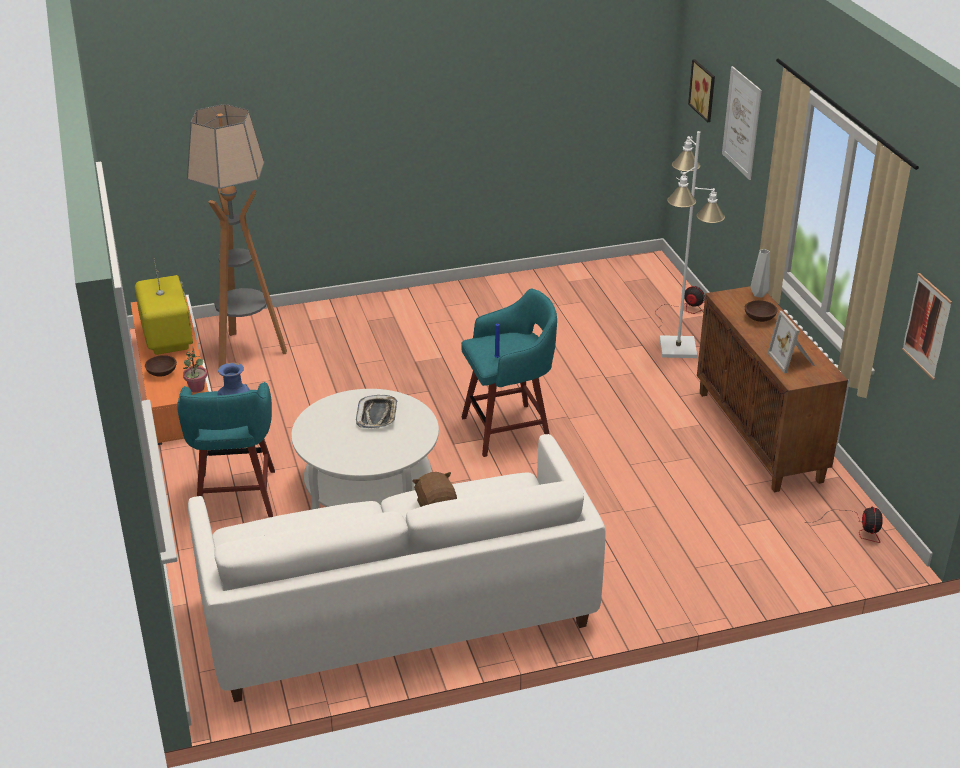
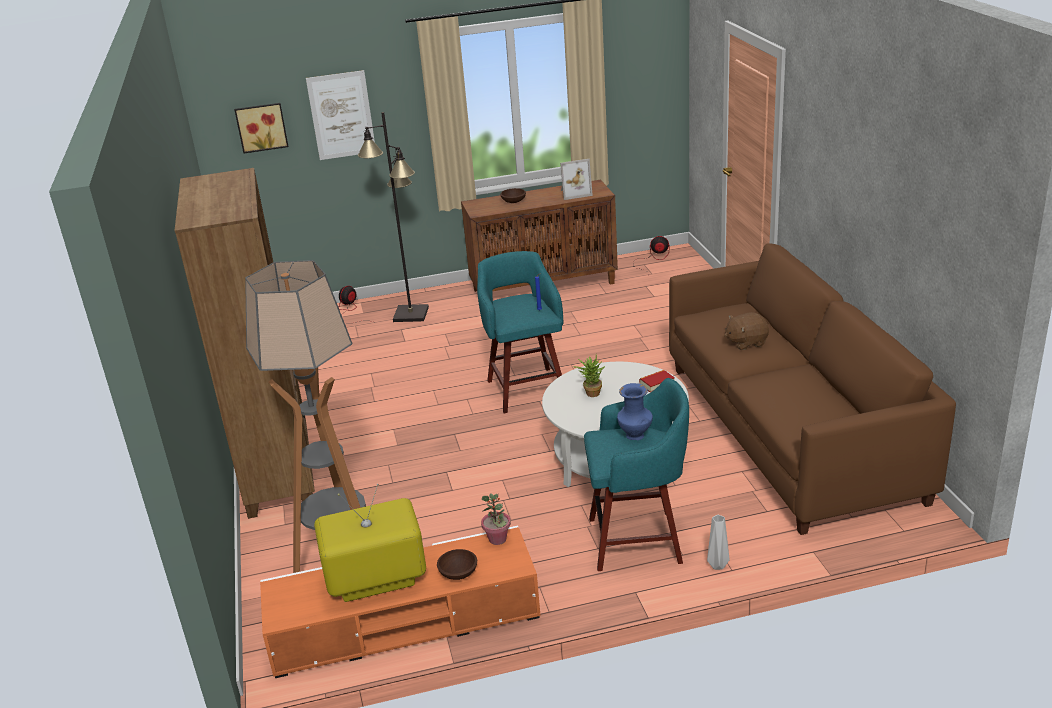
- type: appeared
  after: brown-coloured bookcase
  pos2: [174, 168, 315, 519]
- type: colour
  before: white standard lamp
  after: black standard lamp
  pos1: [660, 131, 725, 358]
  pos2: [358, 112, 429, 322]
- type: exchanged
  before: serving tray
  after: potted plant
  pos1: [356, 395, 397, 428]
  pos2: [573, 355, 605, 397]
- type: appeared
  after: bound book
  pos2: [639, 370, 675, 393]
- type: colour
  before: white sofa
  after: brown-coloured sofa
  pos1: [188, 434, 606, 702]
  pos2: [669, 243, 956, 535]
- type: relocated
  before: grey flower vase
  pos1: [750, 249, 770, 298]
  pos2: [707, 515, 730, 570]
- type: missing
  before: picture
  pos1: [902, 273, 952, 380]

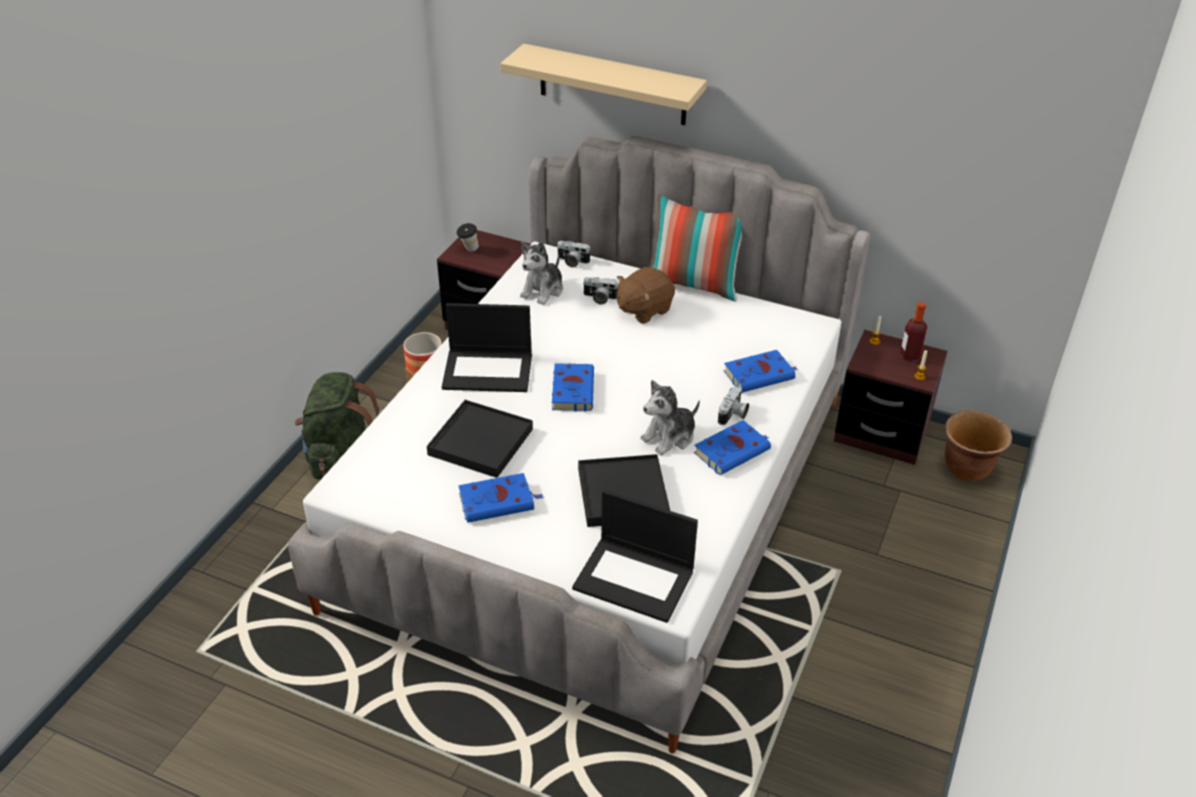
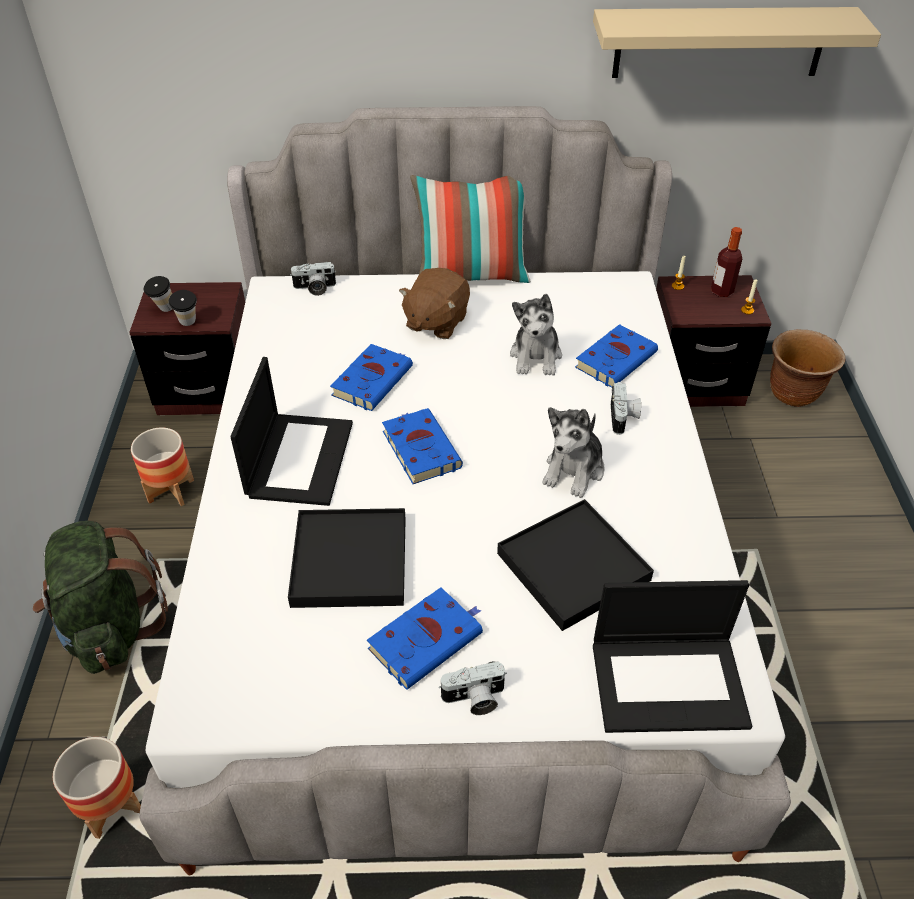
- type: appeared
  after: plant pot
  pos2: [53, 737, 141, 839]
- type: appeared
  after: drinking cup
  pos2: [169, 290, 197, 326]
- type: spun
  before: portable computer
  pos1: [442, 303, 532, 392]
  pos2: [230, 357, 353, 506]
  turn: -60
- type: relocated
  before: blue-coloured bound book
  pos1: [694, 420, 771, 475]
  pos2: [330, 344, 413, 411]
- type: relocated
  before: still camera
  pos1: [582, 277, 618, 305]
  pos2: [438, 661, 507, 715]
- type: relocated
  before: soft toy
  pos1: [520, 242, 563, 305]
  pos2: [510, 294, 562, 376]
- type: relocated
  before: beige-coloured wall shelf
  pos1: [500, 44, 707, 125]
  pos2: [593, 7, 881, 78]

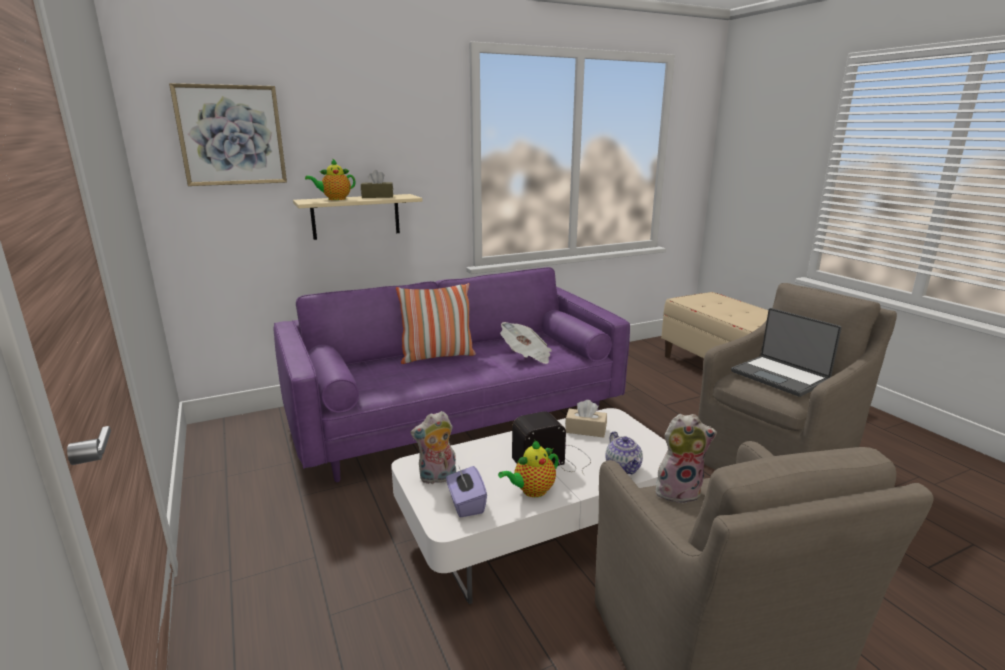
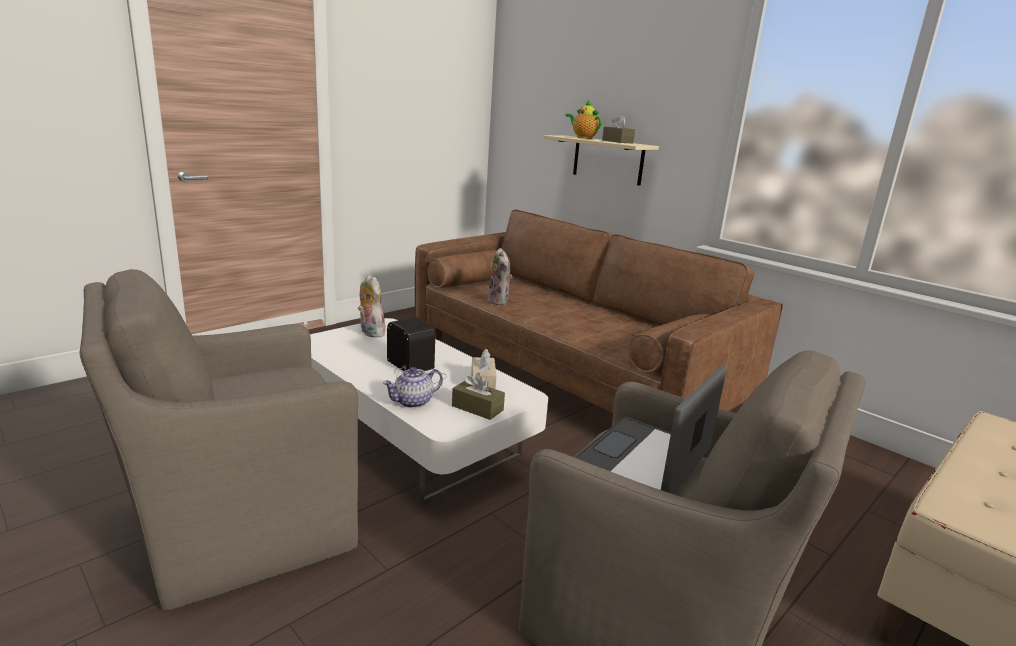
- type: colour
  before: purple-coloured sofa
  after: brown-coloured sofa
  pos1: [274, 267, 630, 482]
  pos2: [415, 210, 783, 413]
- type: appeared
  after: brown-coloured tissue holder
  pos2: [452, 372, 505, 420]
- type: relocated
  before: soft toy
  pos1: [656, 414, 717, 504]
  pos2: [487, 248, 513, 305]
- type: missing
  before: picture
  pos1: [169, 83, 287, 186]
- type: missing
  before: pillow
  pos1: [396, 283, 476, 364]
- type: missing
  before: purple-coloured tissue holder
  pos1: [446, 466, 487, 518]
- type: missing
  before: pot for tea
  pos1: [498, 440, 559, 497]
- type: missing
  before: daily paper
  pos1: [500, 322, 552, 364]

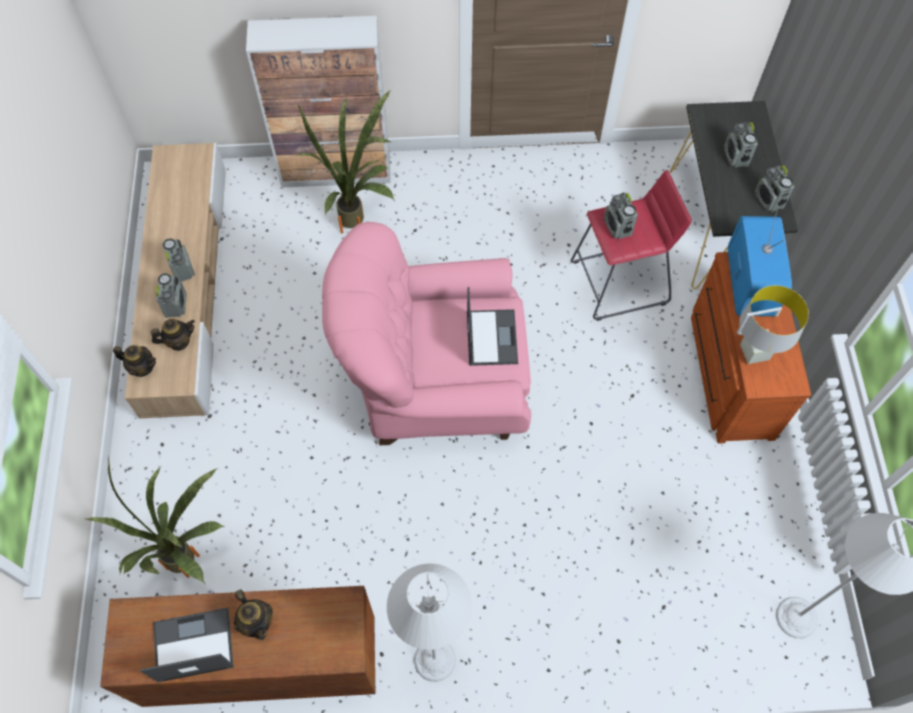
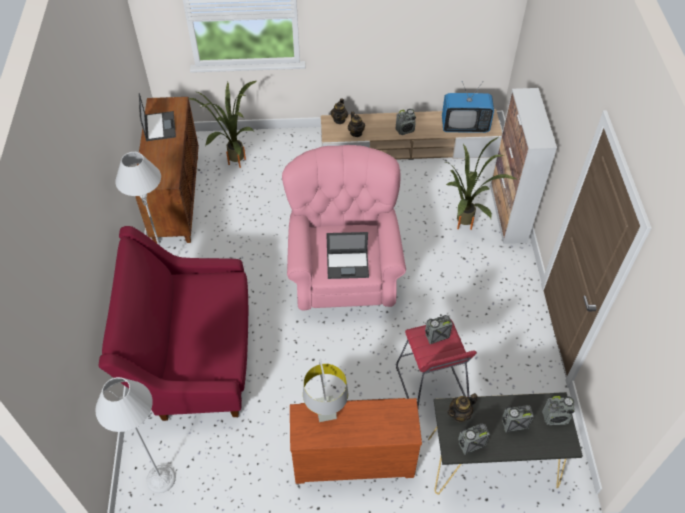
- type: appeared
  after: red-coloured sofa
  pos2: [99, 226, 248, 421]
- type: relocated
  before: TV set
  pos1: [728, 208, 792, 316]
  pos2: [442, 82, 494, 133]
- type: relocated
  before: pot for tea
  pos1: [234, 589, 273, 640]
  pos2: [447, 393, 478, 423]
- type: relocated
  before: radio set
  pos1: [156, 273, 187, 318]
  pos2: [542, 396, 575, 425]

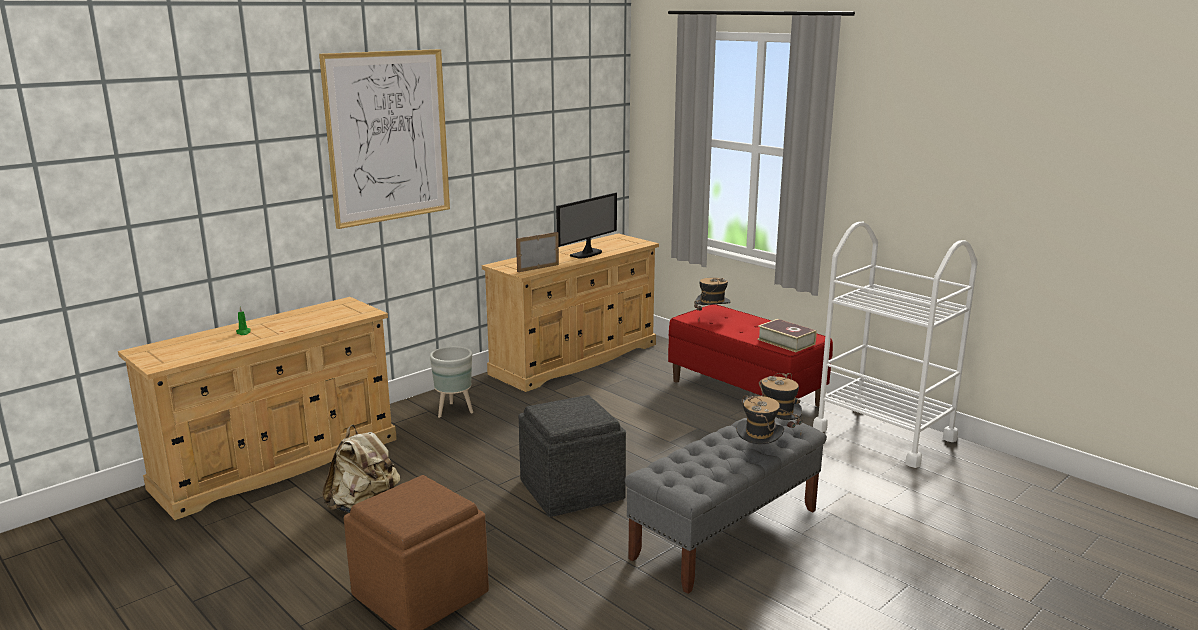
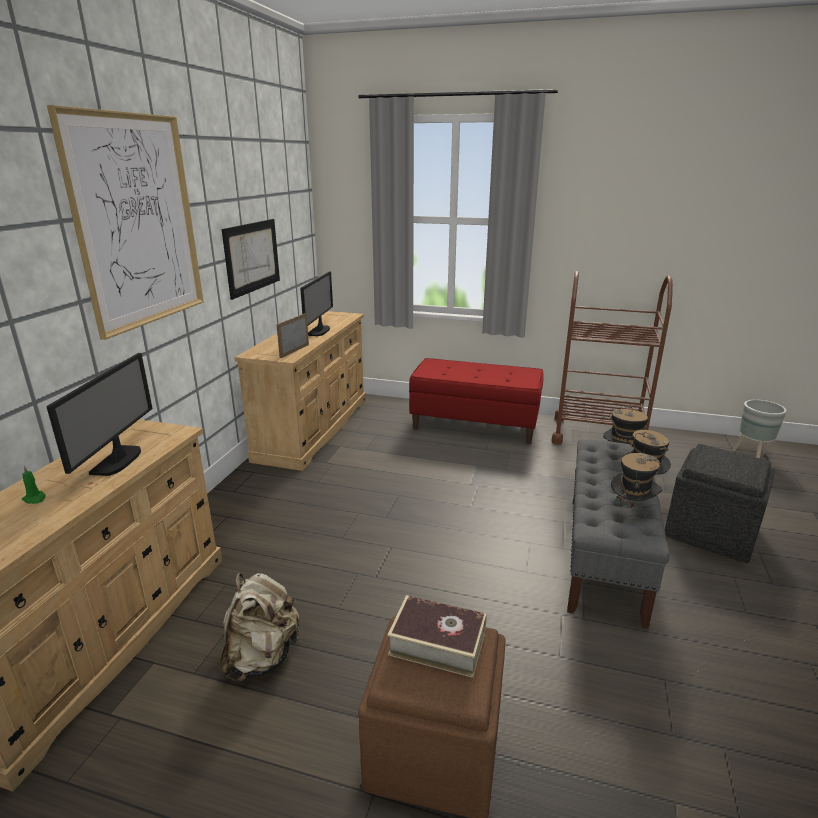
- type: appeared
  after: computer display
  pos2: [46, 353, 153, 476]
- type: appeared
  after: picture
  pos2: [222, 219, 280, 300]
- type: relocated
  before: bound book
  pos1: [757, 319, 816, 352]
  pos2: [388, 595, 487, 678]
- type: colour
  before: white trolley
  after: brown-coloured trolley
  pos1: [813, 222, 978, 468]
  pos2: [551, 271, 673, 444]
- type: relocated
  before: hat
  pos1: [694, 277, 731, 312]
  pos2: [611, 453, 662, 522]
- type: relocated
  before: grey pouffe
  pos1: [518, 395, 626, 517]
  pos2: [665, 444, 775, 563]
- type: relocated
  before: grey plant pot
  pos1: [430, 346, 473, 418]
  pos2: [733, 400, 787, 458]

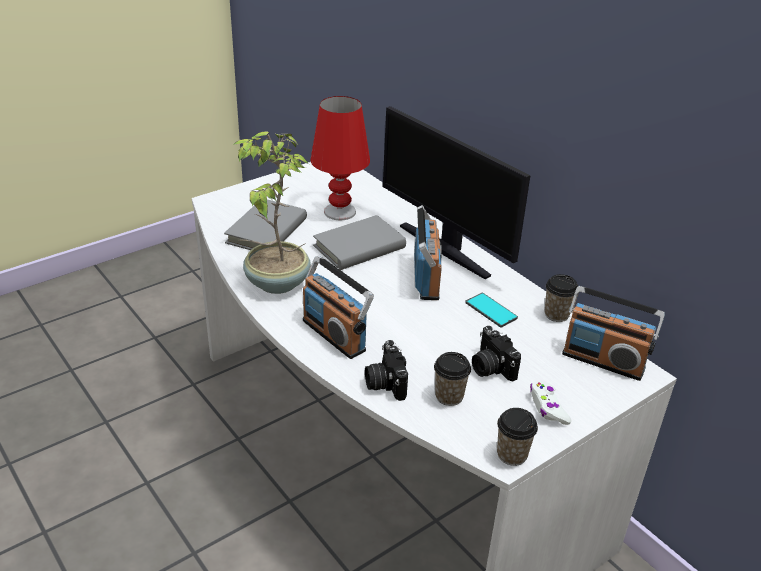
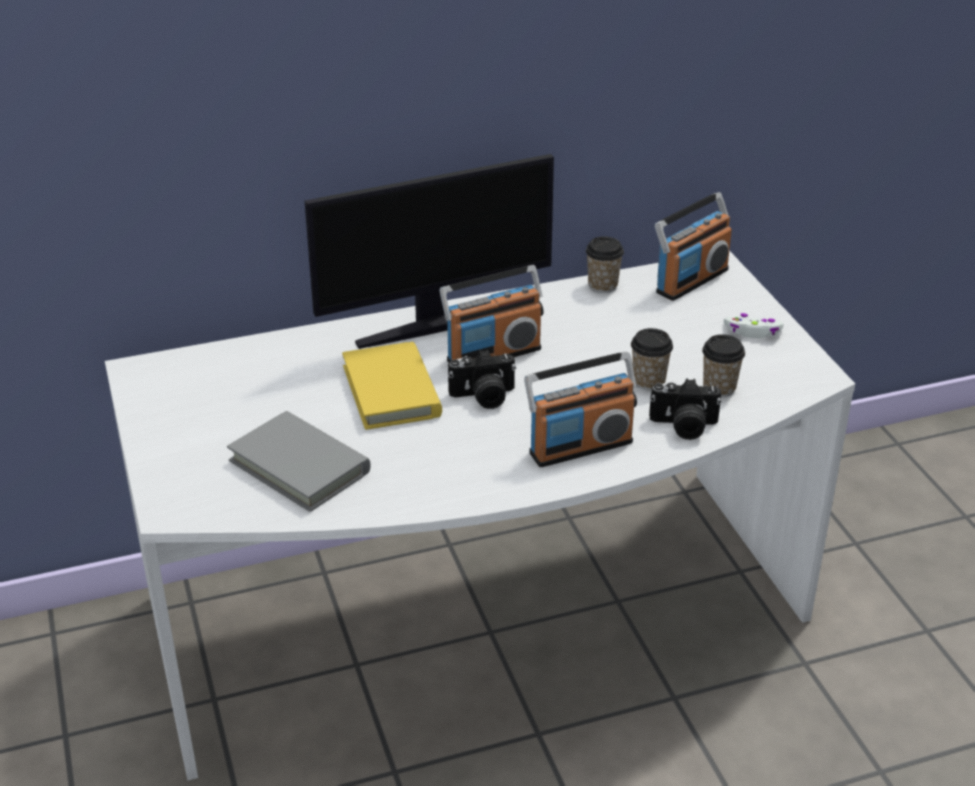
- type: colour
  before: grey bound book
  after: yellow bound book
  pos1: [313, 215, 406, 270]
  pos2: [342, 342, 442, 430]
- type: spun
  before: radio set
  pos1: [414, 205, 442, 300]
  pos2: [440, 265, 544, 363]
  turn: 135
- type: relocated
  before: still camera
  pos1: [472, 326, 521, 382]
  pos2: [448, 350, 516, 409]
- type: relocated
  before: drinking cup
  pos1: [497, 408, 538, 466]
  pos2: [631, 328, 673, 391]
- type: missing
  before: potted plant
  pos1: [233, 131, 311, 294]
- type: missing
  before: red-coloured lamp for a table
  pos1: [310, 96, 370, 220]
- type: missing
  before: handset
  pos1: [465, 293, 518, 328]

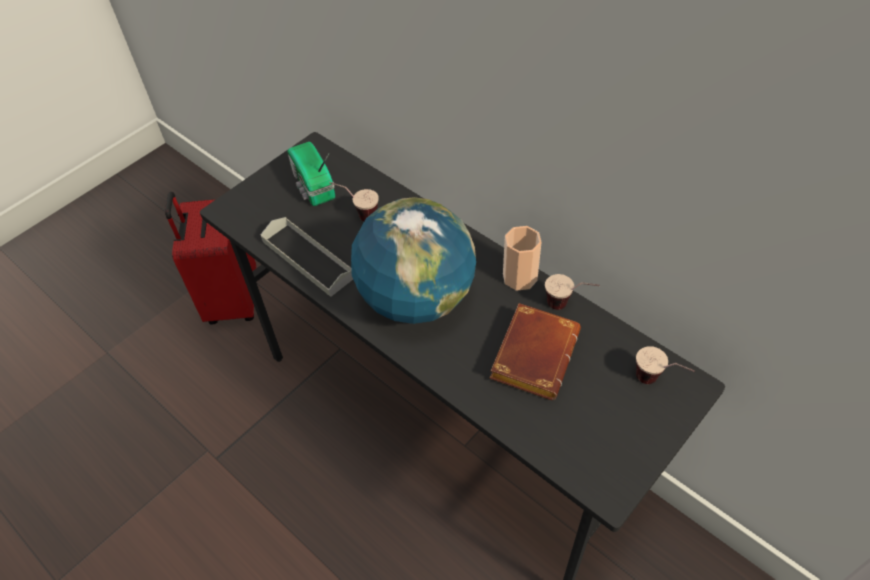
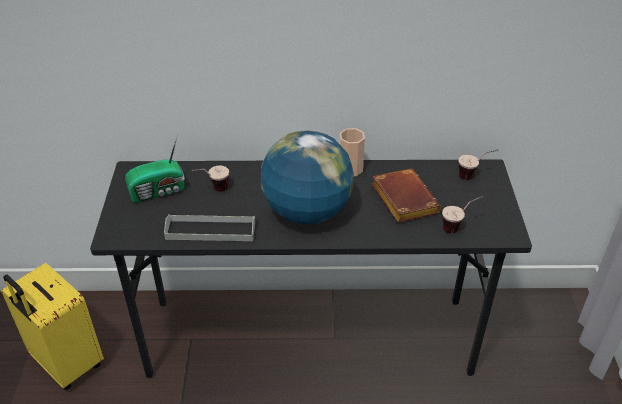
- type: colour
  before: red-coloured suitcase
  after: yellow suitcase
  pos1: [165, 192, 257, 325]
  pos2: [1, 263, 104, 390]
- type: spun
  before: radio set
  pos1: [288, 142, 335, 206]
  pos2: [125, 137, 185, 203]
  turn: -45
- type: relocated
  before: drinking cup
  pos1: [545, 274, 600, 310]
  pos2: [442, 196, 483, 234]

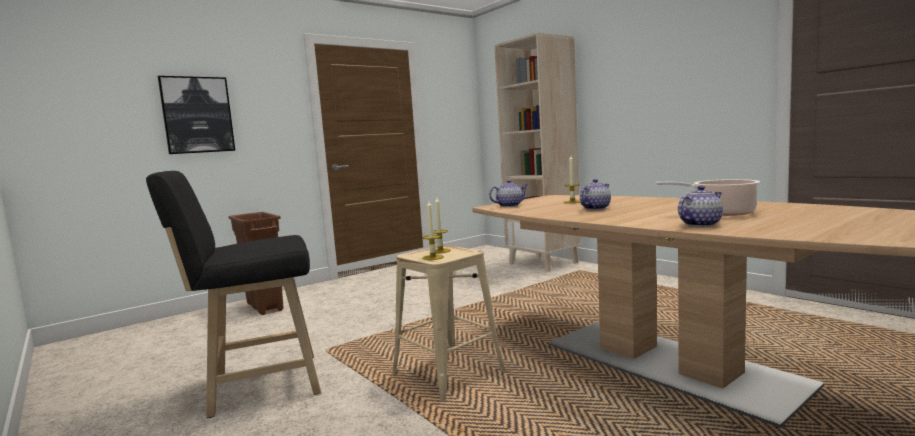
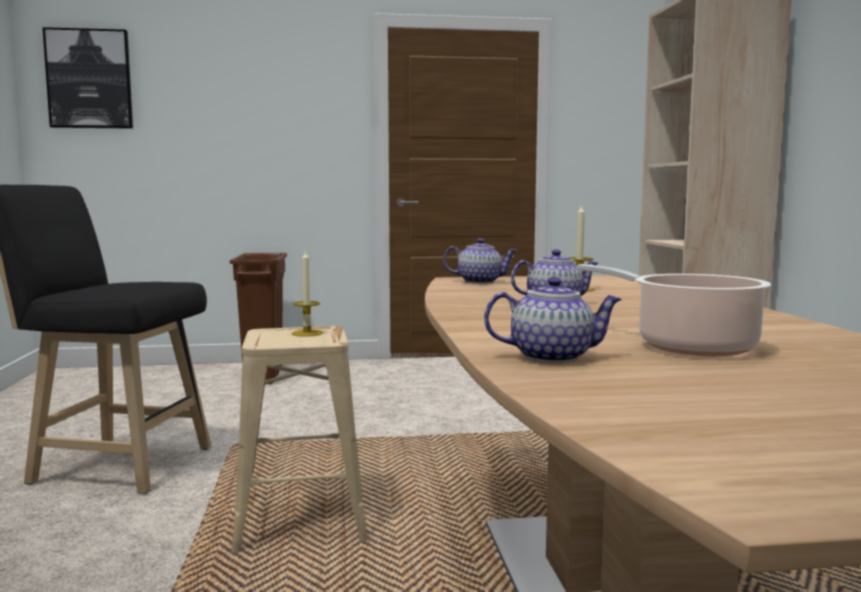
- type: relocated
  before: picture
  pos1: [158, 76, 235, 154]
  pos2: [43, 27, 133, 129]
- type: missing
  before: wax candle
  pos1: [422, 201, 444, 260]

